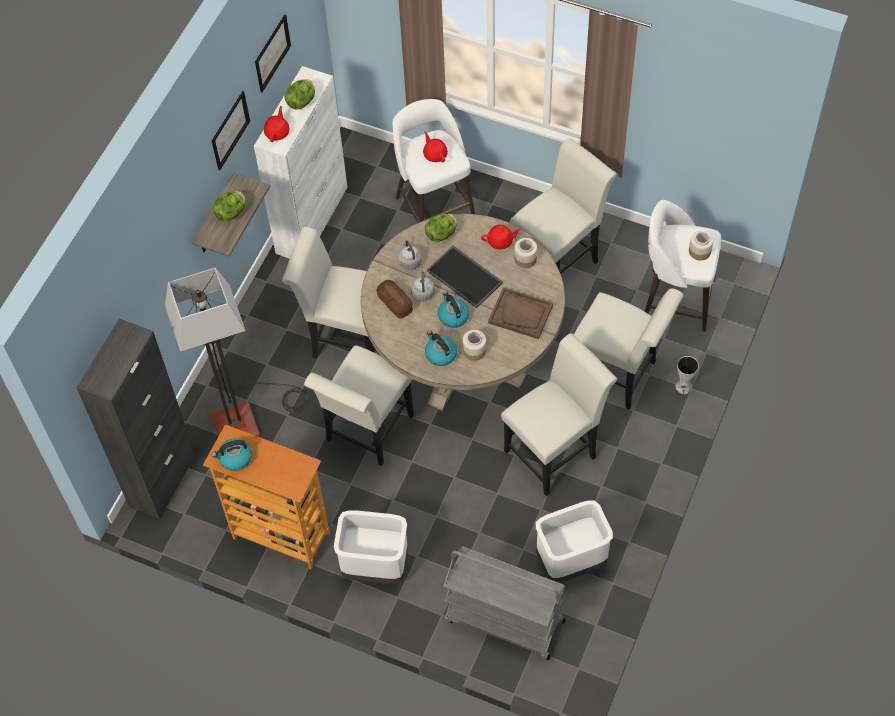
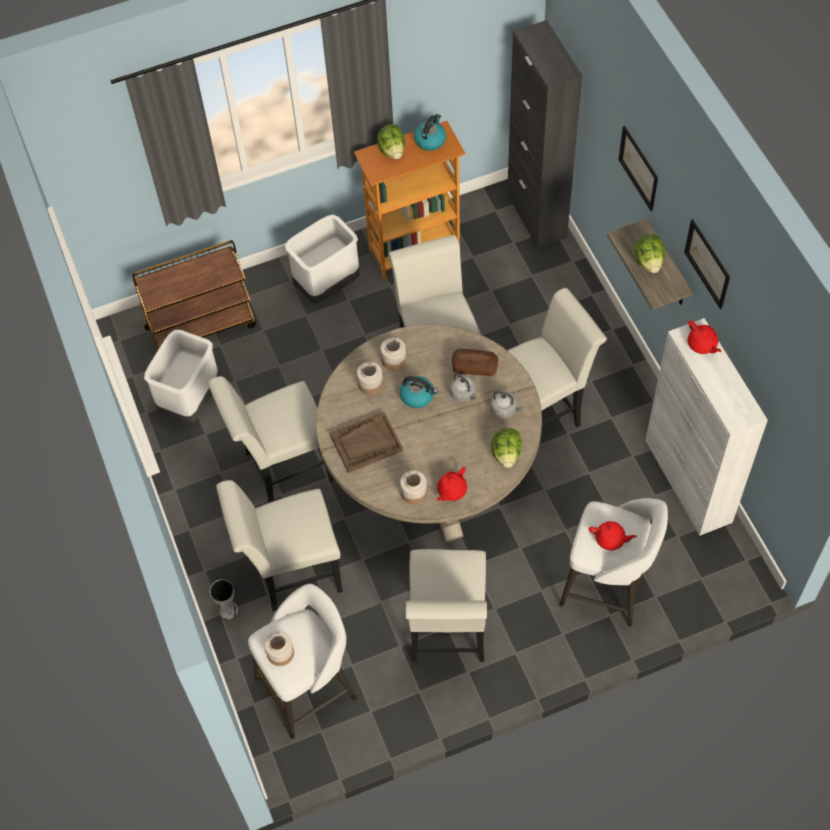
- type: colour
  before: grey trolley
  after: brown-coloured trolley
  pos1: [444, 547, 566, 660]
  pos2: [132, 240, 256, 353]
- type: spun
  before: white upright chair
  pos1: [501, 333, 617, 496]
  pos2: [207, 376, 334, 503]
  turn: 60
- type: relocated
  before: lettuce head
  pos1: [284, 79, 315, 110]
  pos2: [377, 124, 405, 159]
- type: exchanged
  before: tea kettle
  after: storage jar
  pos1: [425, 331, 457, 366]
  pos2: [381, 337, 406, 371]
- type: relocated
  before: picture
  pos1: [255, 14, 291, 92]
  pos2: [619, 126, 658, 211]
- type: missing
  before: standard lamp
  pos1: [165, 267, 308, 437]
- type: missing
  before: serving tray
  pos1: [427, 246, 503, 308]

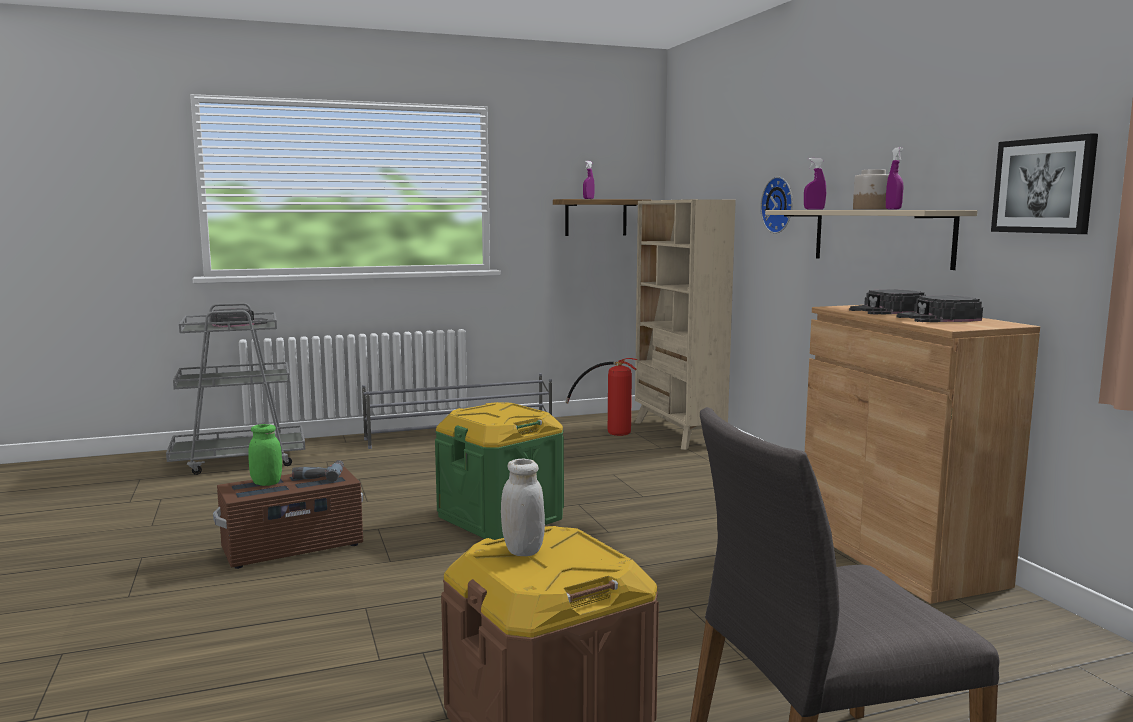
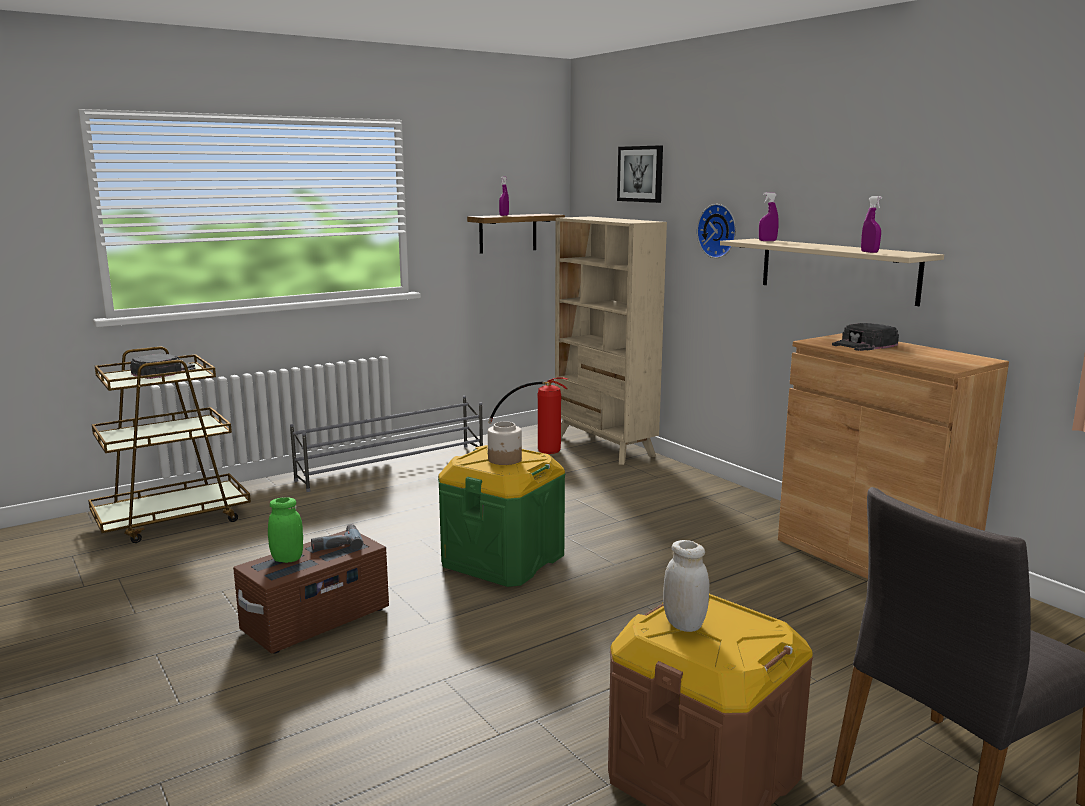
- type: colour
  before: grey trolley
  after: brown-coloured trolley
  pos1: [166, 303, 305, 475]
  pos2: [88, 347, 251, 543]
- type: relocated
  before: storage jar
  pos1: [853, 169, 889, 210]
  pos2: [488, 422, 522, 465]
- type: relocated
  before: picture
  pos1: [991, 133, 1098, 234]
  pos2: [617, 145, 663, 203]
- type: missing
  before: black peaked cap
  pos1: [896, 295, 983, 322]

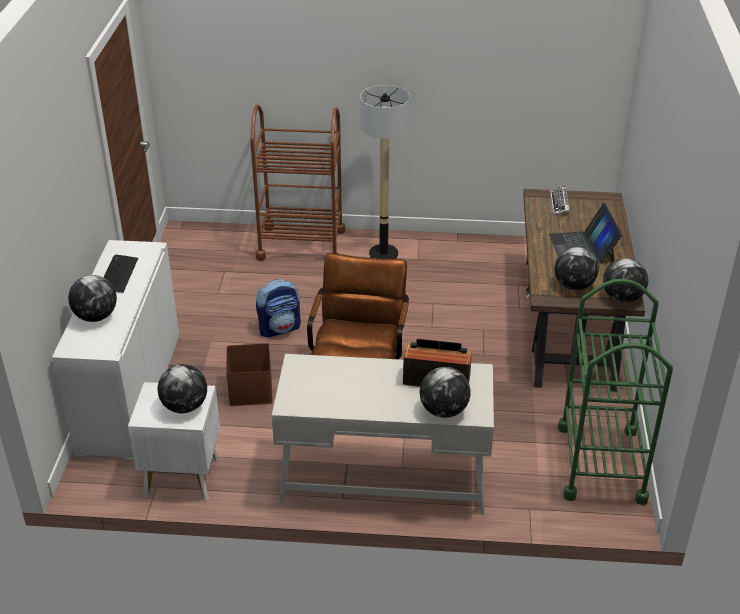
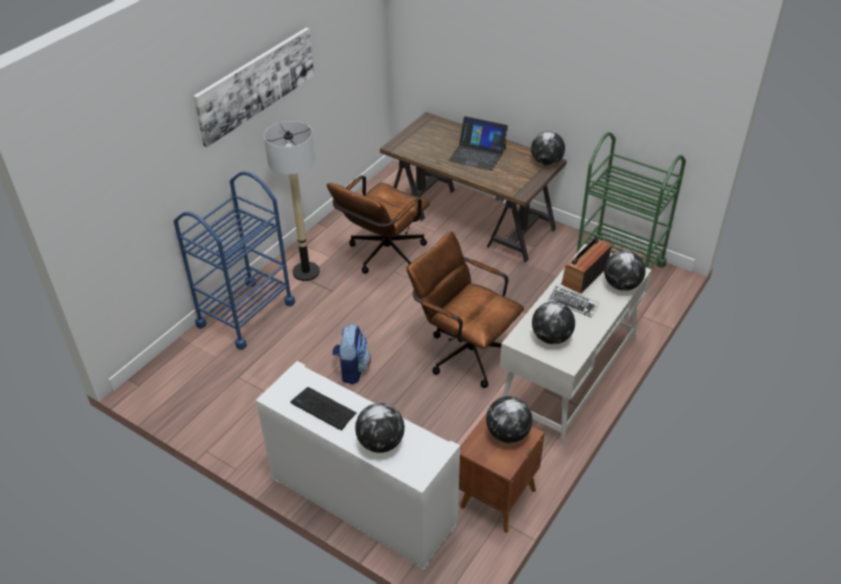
- type: colour
  before: brown-coloured trolley
  after: blue-coloured trolley
  pos1: [250, 105, 345, 261]
  pos2: [174, 171, 295, 350]
- type: appeared
  after: picture
  pos2: [193, 28, 314, 147]
- type: appeared
  after: brown-coloured office chair
  pos2: [327, 175, 430, 274]
- type: colour
  before: white night table
  after: brown-coloured night table
  pos1: [128, 382, 220, 501]
  pos2: [459, 413, 545, 533]
- type: relocated
  before: world globe
  pos1: [554, 247, 599, 291]
  pos2: [532, 301, 575, 344]
- type: relocated
  before: computer keyboard
  pos1: [550, 186, 570, 215]
  pos2: [548, 286, 599, 317]
- type: missing
  before: brown-coloured storage box
  pos1: [226, 343, 273, 406]

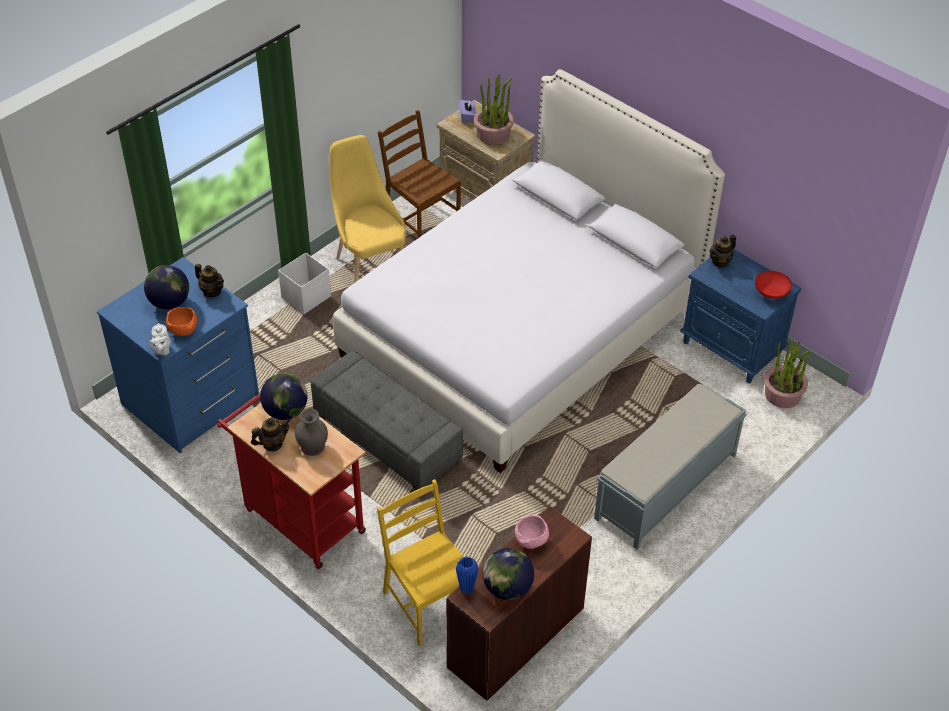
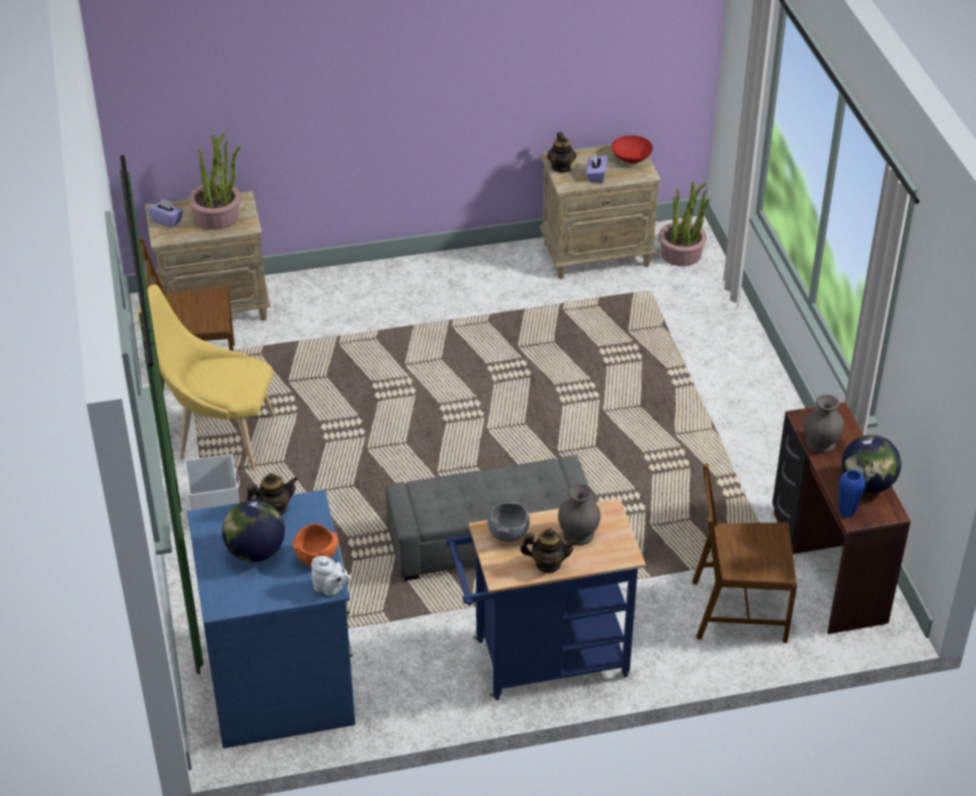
- type: colour
  before: red-coloured trolley
  after: blue-coloured trolley
  pos1: [217, 394, 366, 570]
  pos2: [446, 499, 646, 700]
- type: exchanged
  before: world globe
  after: grey serving bowl
  pos1: [260, 373, 307, 420]
  pos2: [488, 502, 530, 542]
- type: spun
  before: pot for tea
  pos1: [251, 418, 291, 451]
  pos2: [520, 528, 577, 573]
  turn: 90
- type: colour
  before: blue-coloured night table
  after: beige-coloured night table
  pos1: [679, 249, 801, 383]
  pos2: [539, 145, 661, 279]
- type: appeared
  after: purple-coloured tissue holder
  pos2: [586, 153, 608, 183]
- type: colour
  before: yellow upright chair
  after: brown-coloured upright chair
  pos1: [377, 479, 464, 647]
  pos2: [692, 464, 797, 643]
- type: exchanged
  before: pinkish serving bowl
  after: grey flower vase
  pos1: [515, 514, 549, 549]
  pos2: [804, 394, 844, 454]
- type: missing
  before: white sleeping bed
  pos1: [333, 69, 725, 473]
- type: missing
  before: grey indoor bench
  pos1: [594, 384, 747, 550]

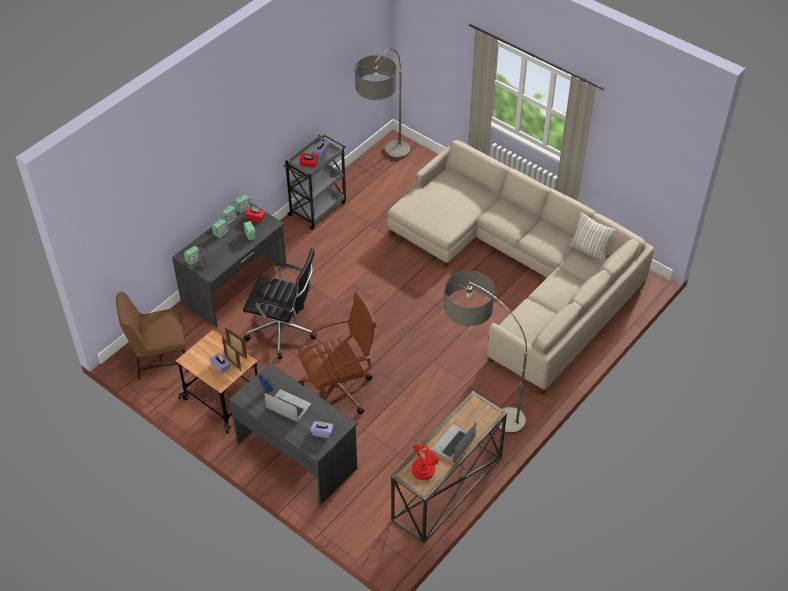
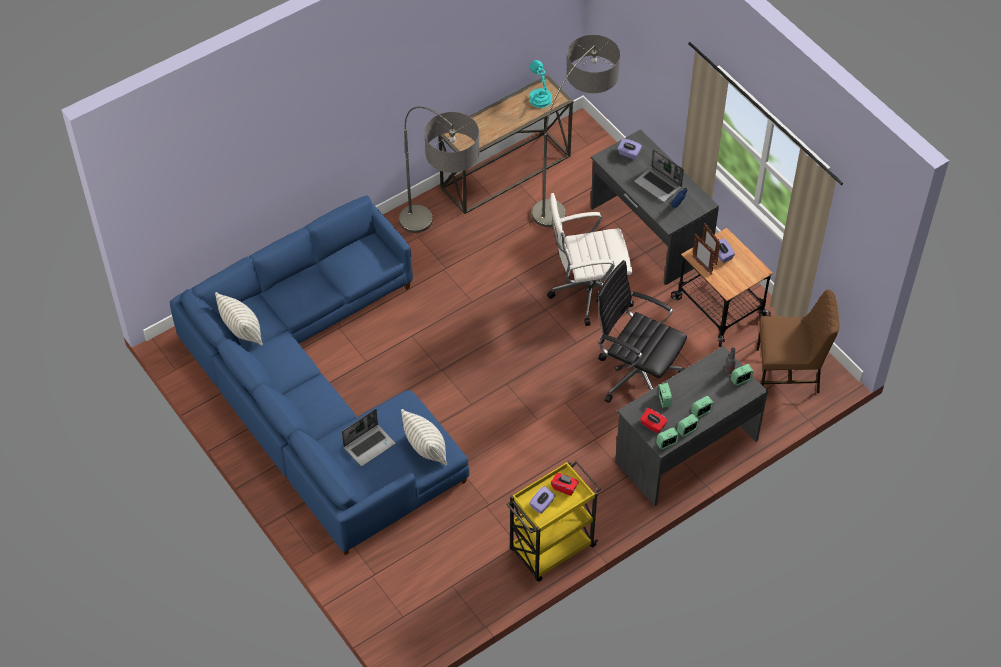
- type: colour
  before: beige-coloured sofa
  after: blue-coloured sofa
  pos1: [387, 140, 654, 394]
  pos2: [170, 195, 469, 555]
- type: relocated
  before: portable computer
  pos1: [432, 422, 476, 463]
  pos2: [342, 409, 395, 466]
- type: appeared
  after: pillow
  pos2: [401, 409, 447, 465]
- type: colour
  before: grey trolley
  after: yellow trolley
  pos1: [284, 135, 346, 230]
  pos2: [506, 461, 601, 582]
- type: colour
  before: red-coloured lamp for a table
  after: turquoise-coloured lamp for a table
  pos1: [412, 445, 439, 480]
  pos2: [529, 60, 552, 108]
- type: relocated
  before: standard lamp
  pos1: [355, 49, 410, 159]
  pos2: [532, 35, 620, 227]
- type: colour
  before: brown-coloured office chair
  after: white office chair
  pos1: [298, 291, 376, 414]
  pos2: [547, 193, 634, 326]

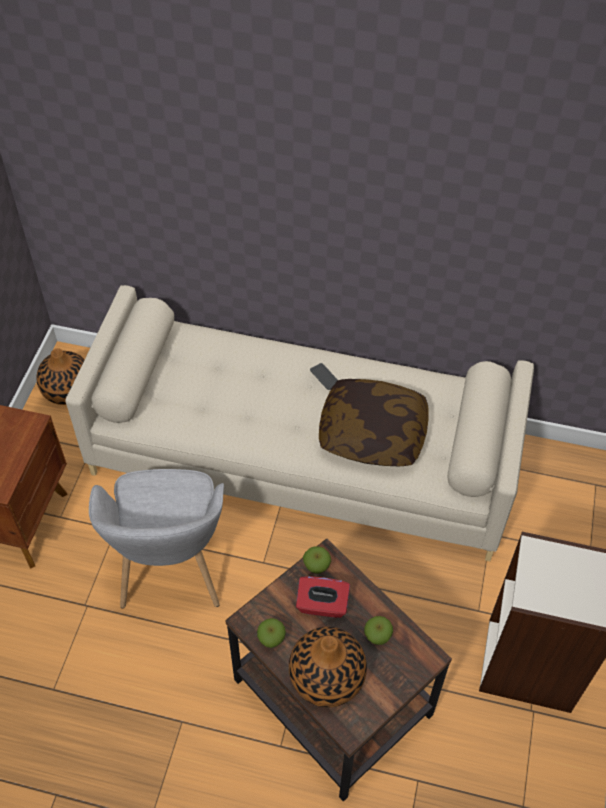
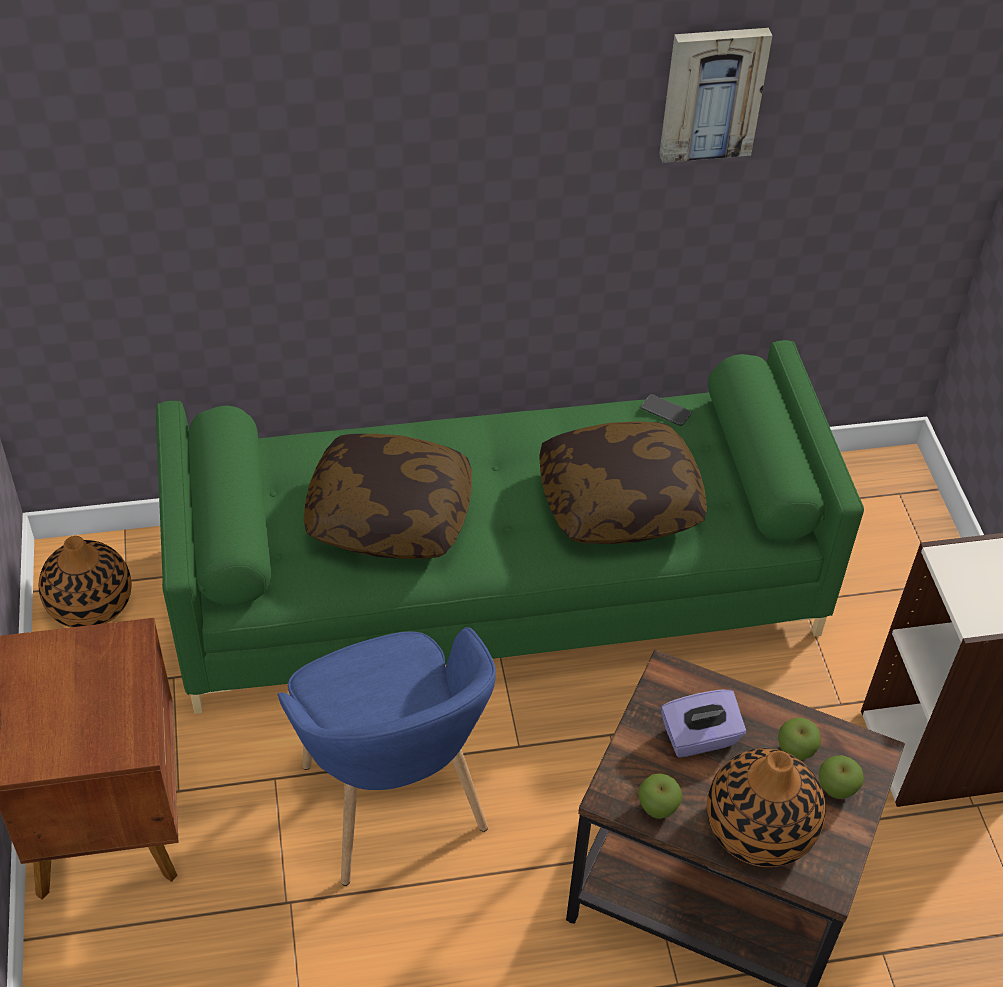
- type: colour
  before: beige-coloured sofa
  after: green-coloured sofa
  pos1: [66, 285, 534, 561]
  pos2: [156, 340, 864, 714]
- type: colour
  before: grey lounge chair
  after: blue-coloured lounge chair
  pos1: [89, 469, 224, 608]
  pos2: [277, 627, 496, 886]
- type: appeared
  after: pillow
  pos2: [304, 434, 472, 559]
- type: relocated
  before: handset
  pos1: [310, 363, 338, 390]
  pos2: [641, 394, 691, 426]
- type: appeared
  after: picture
  pos2: [659, 28, 773, 163]
- type: colour
  before: red-coloured tissue holder
  after: purple-coloured tissue holder
  pos1: [296, 576, 350, 618]
  pos2: [661, 690, 746, 758]
- type: relocated
  before: whole apple
  pos1: [303, 546, 331, 574]
  pos2: [819, 755, 864, 799]

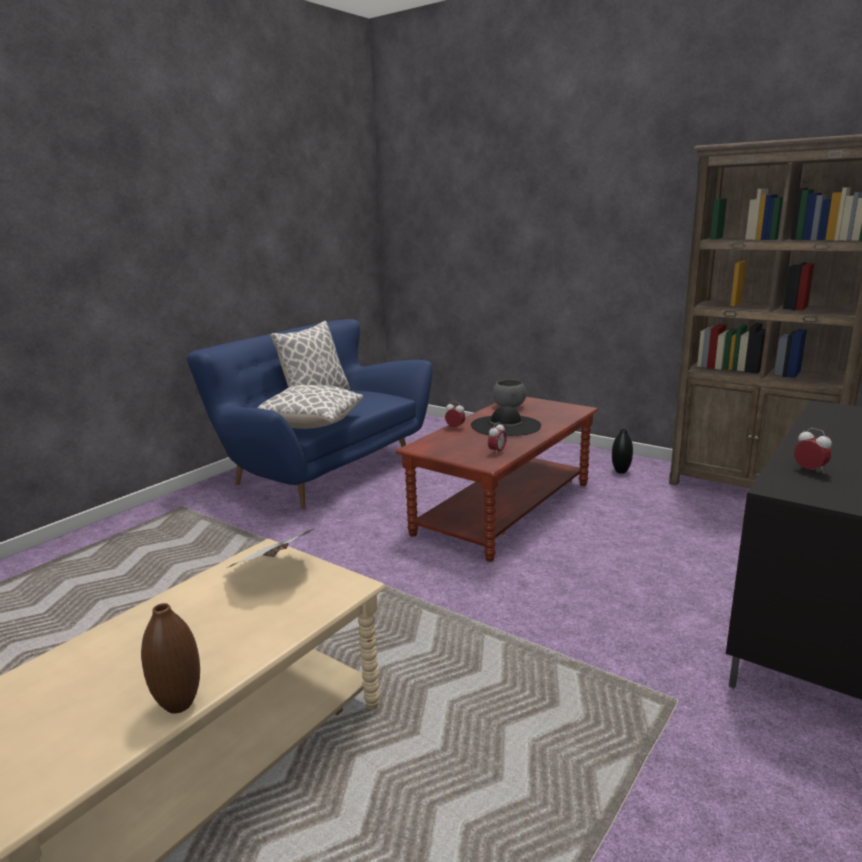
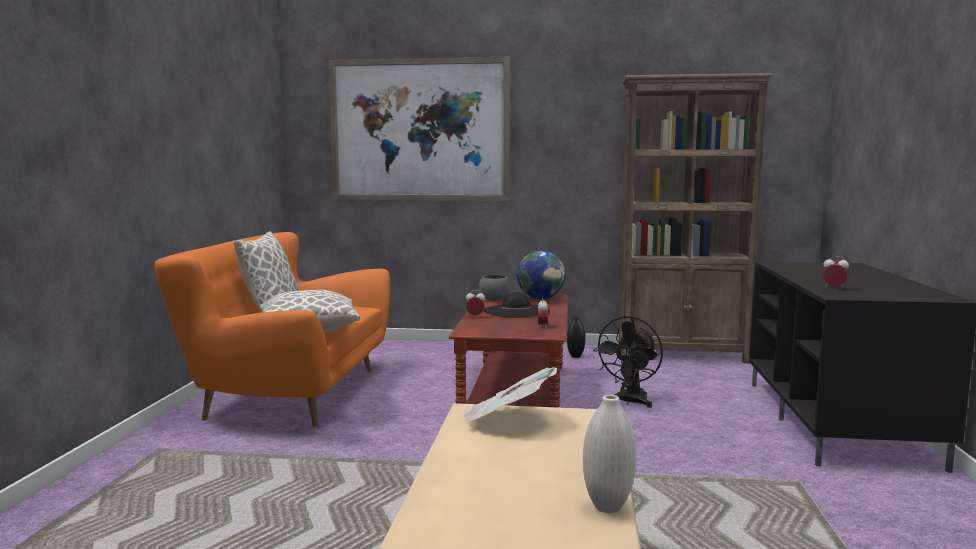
- type: colour
  before: blue-coloured sofa
  after: orange-coloured sofa
  pos1: [187, 319, 432, 509]
  pos2: [154, 232, 390, 427]
- type: appeared
  after: picture
  pos2: [328, 57, 510, 201]
- type: appeared
  after: world globe
  pos2: [517, 251, 565, 299]
- type: colour
  before: brown-coloured flower vase
  after: white flower vase
  pos1: [141, 603, 200, 713]
  pos2: [583, 395, 636, 513]
- type: appeared
  after: black fan
  pos2: [593, 316, 663, 408]

